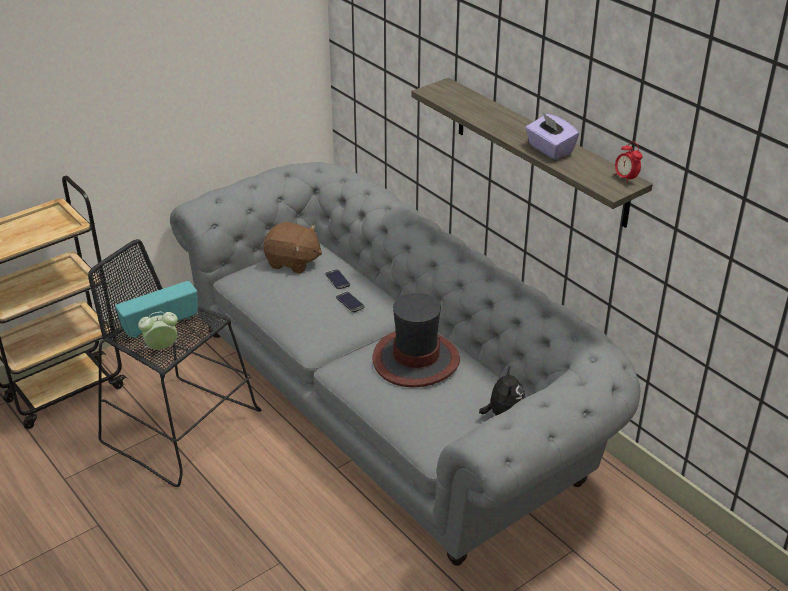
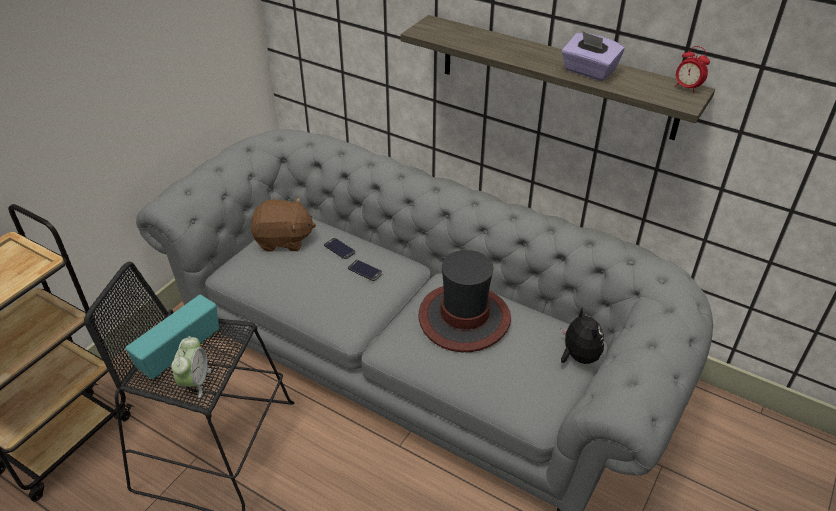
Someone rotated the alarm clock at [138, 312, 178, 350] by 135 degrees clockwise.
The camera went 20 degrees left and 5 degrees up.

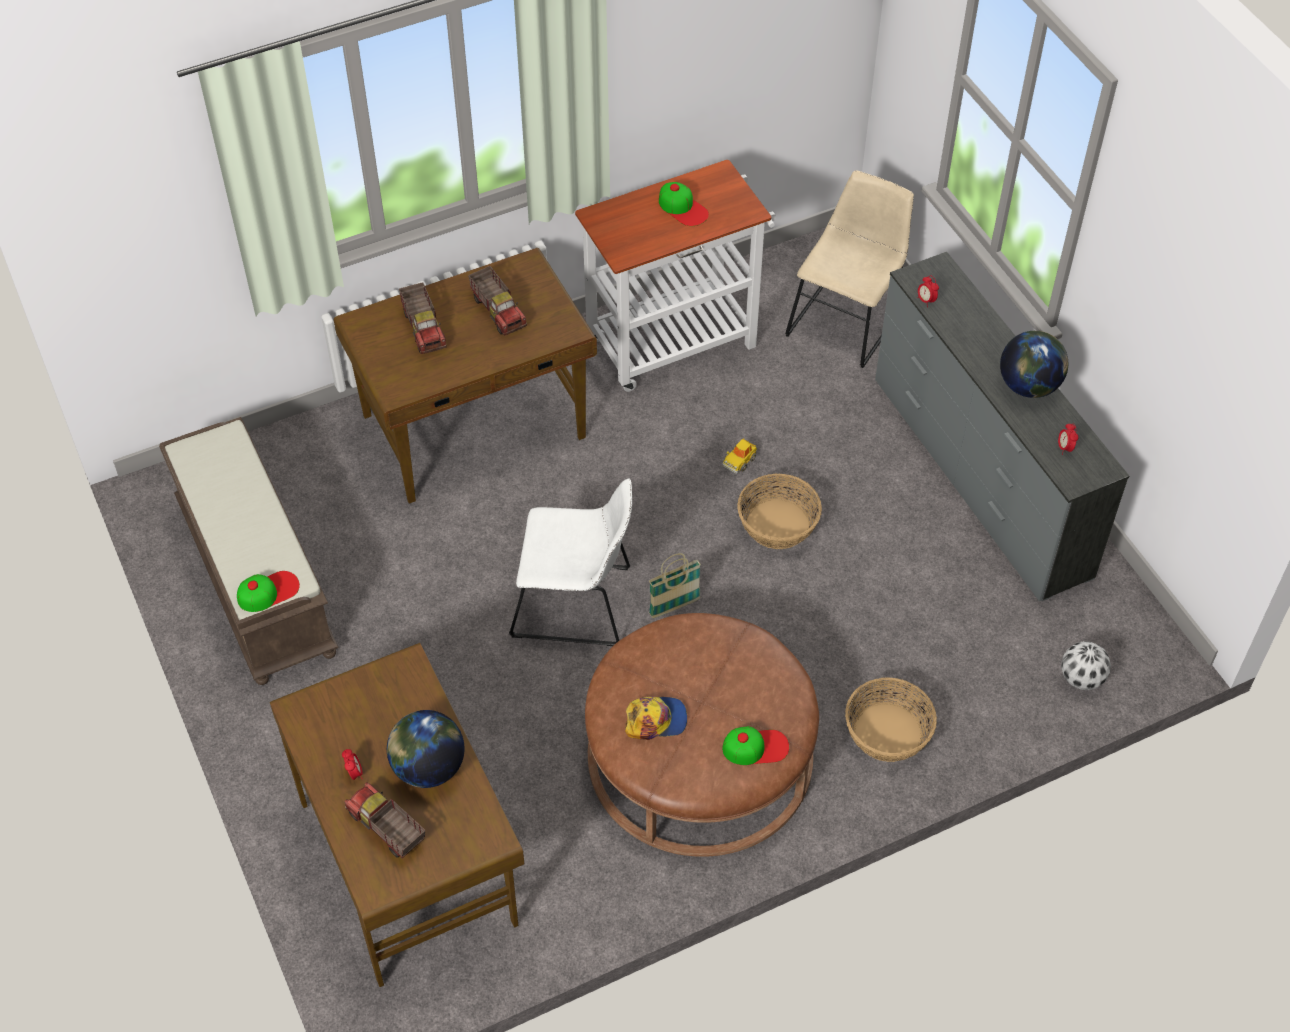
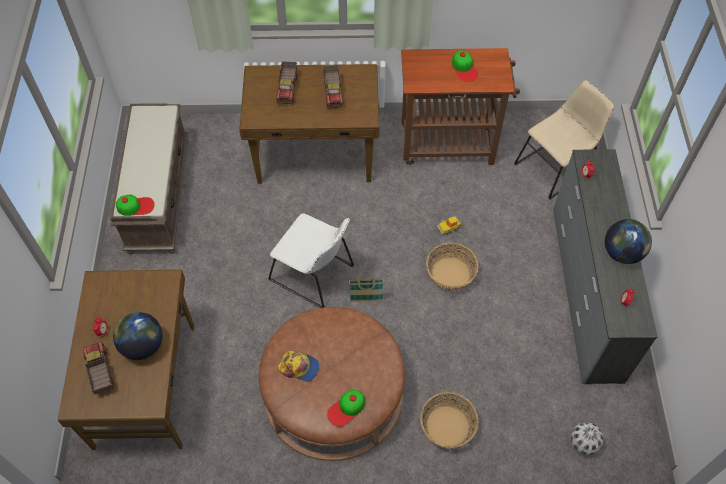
Someone repainted the white cart at [575, 160, 776, 392], which became the brown cart at [401, 48, 520, 165].
Someone rotated the cap at [722, 726, 789, 765] by 120 degrees clockwise.
The camera went 25 degrees right and 5 degrees up.

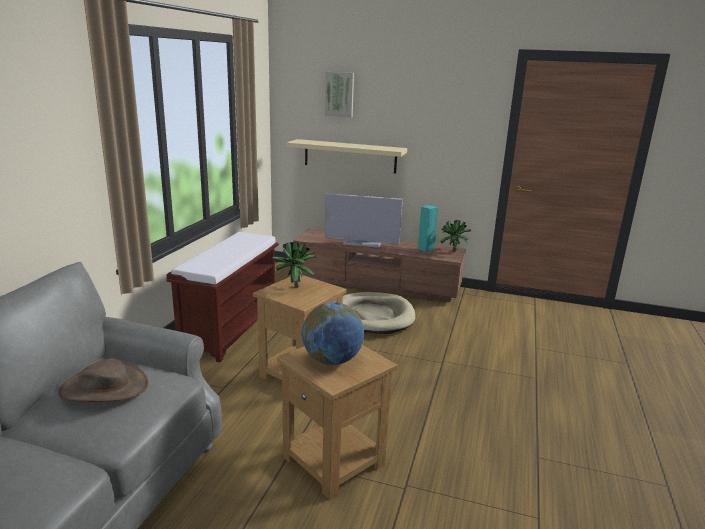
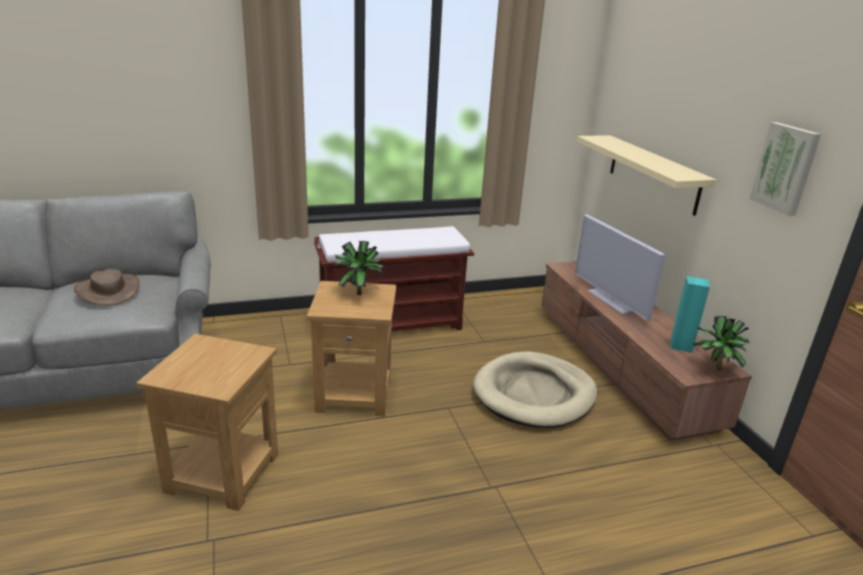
Someone carried the picture from [325, 72, 354, 118] to [749, 122, 821, 216].
Someone took away the globe at [302, 302, 364, 365].
The camera went 55 degrees right and 5 degrees up.

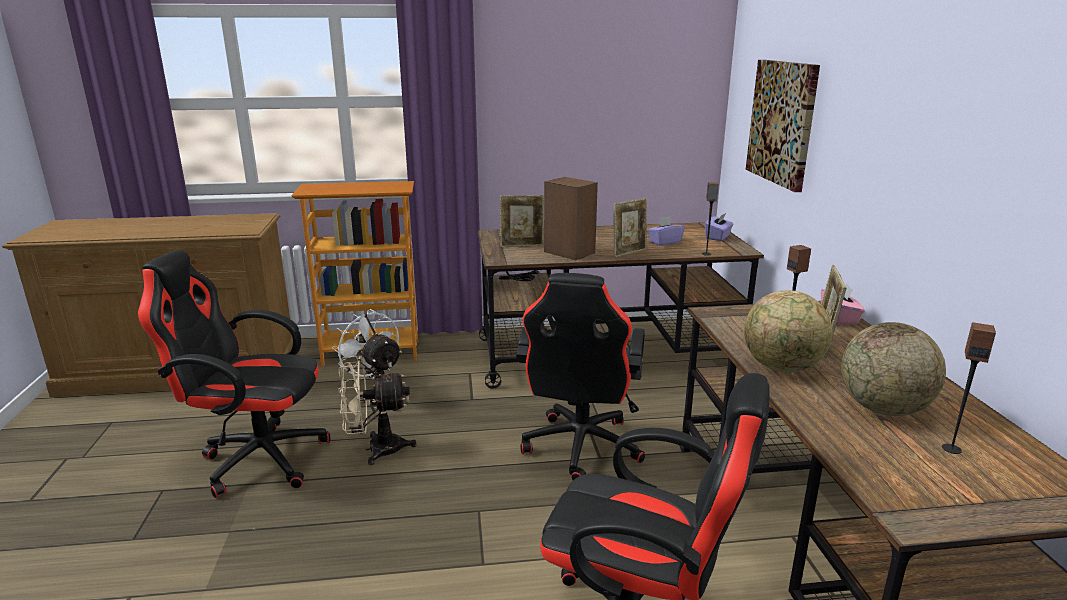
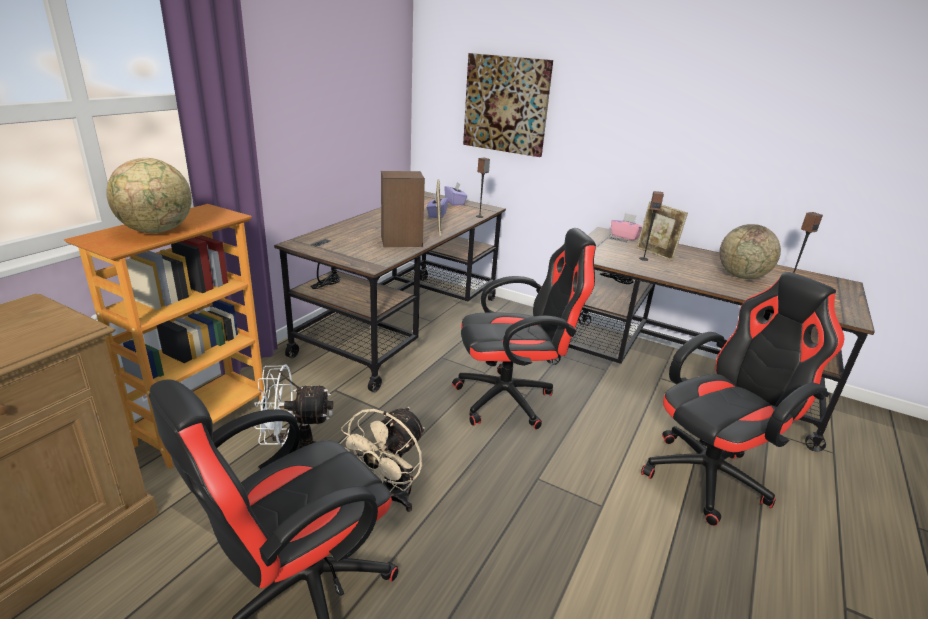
Someone took away the picture frame at [500, 195, 544, 247].
Someone rotated the black office chair at [516, 273, 645, 480] by 60 degrees counterclockwise.
Someone carried the globe from [744, 290, 832, 372] to [106, 158, 192, 233].
The camera went 55 degrees left and 5 degrees up.

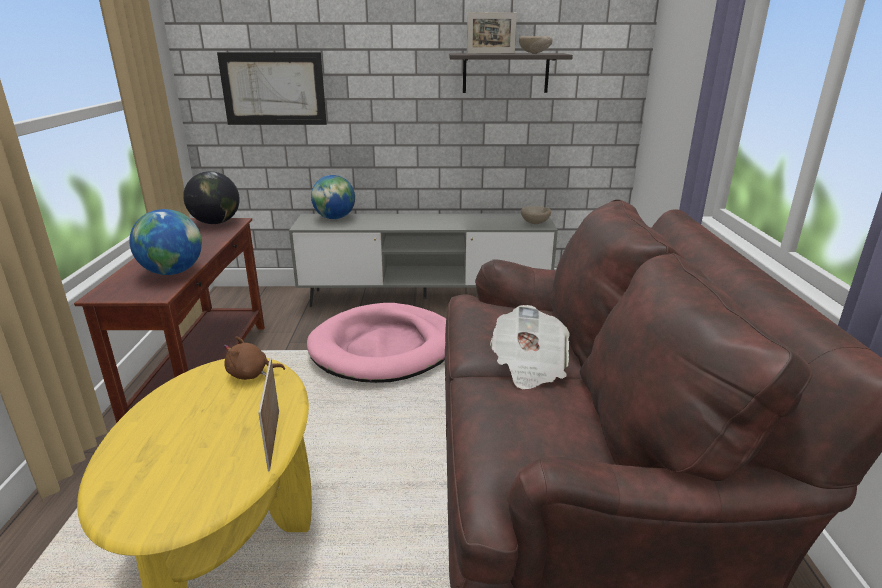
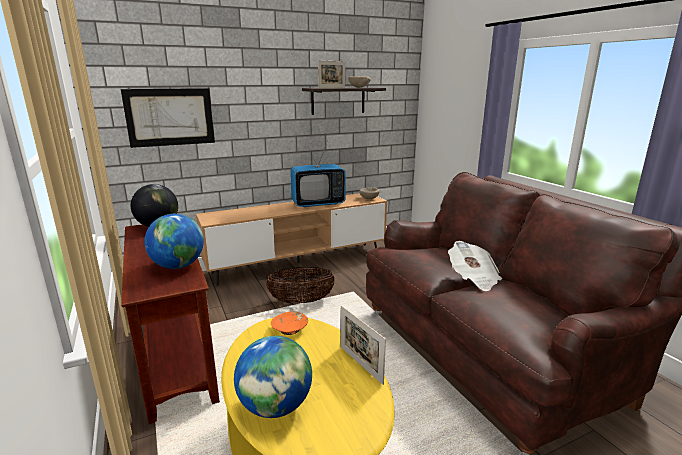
Someone carried the globe from [311, 175, 355, 219] to [234, 336, 312, 418].
Someone repainted the grey tv stand at [289, 214, 558, 307], which became the brown tv stand at [196, 193, 387, 286].
Someone swapped the pink dog bed at [307, 303, 446, 383] for the basket at [266, 267, 335, 304].
Someone swapped the brown plush toy at [224, 336, 285, 380] for the orange bowl at [271, 311, 308, 335].
Someone put down the television at [290, 140, 346, 207].
The camera went 25 degrees left and 5 degrees down.

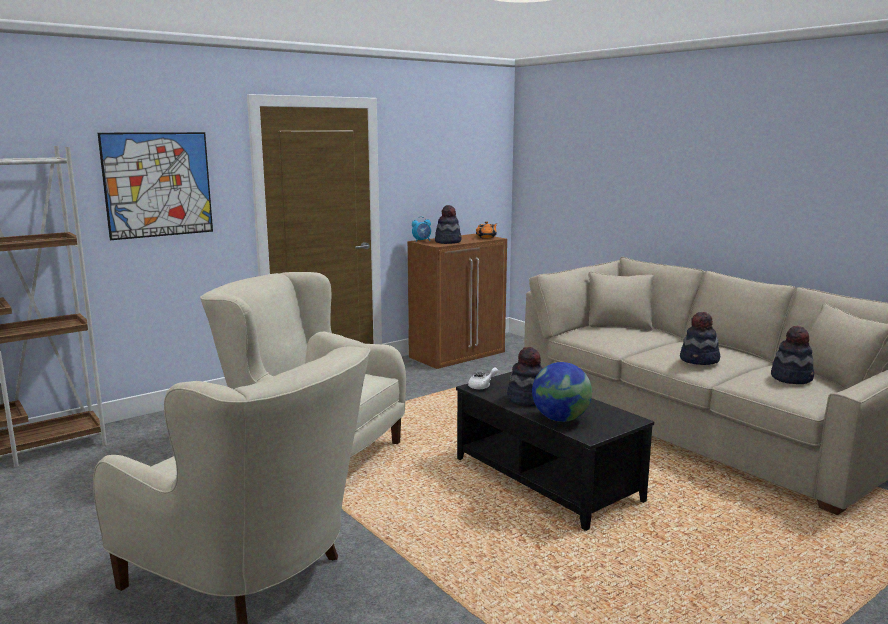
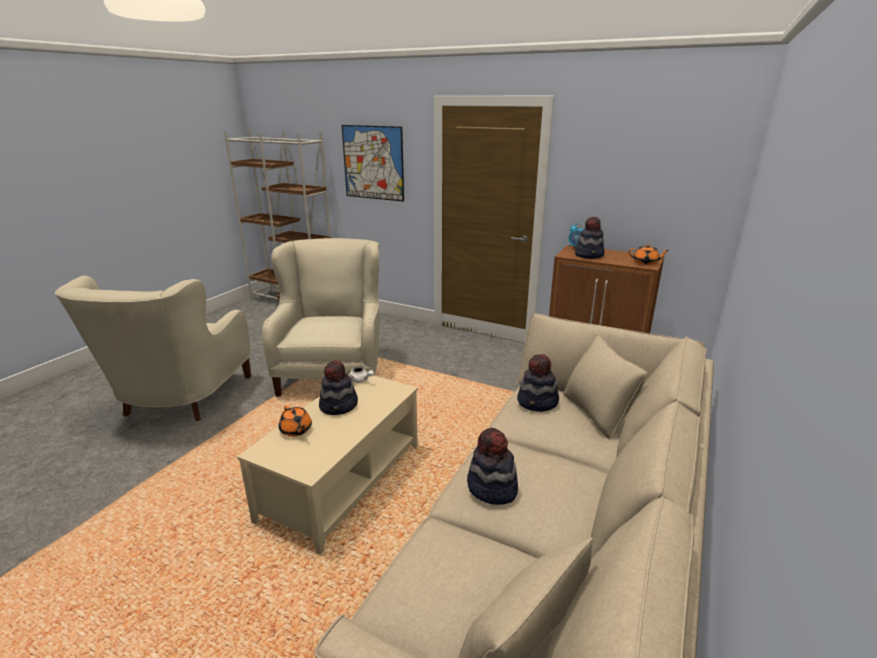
Someone carried the hat from [771, 326, 814, 384] to [517, 354, 559, 412].
Someone swapped the globe at [532, 362, 592, 422] for the orange teapot at [279, 406, 312, 437].
Someone repainted the black coffee table at [456, 372, 654, 531], which became the beige coffee table at [237, 375, 418, 555].
The camera went 65 degrees right and 10 degrees up.

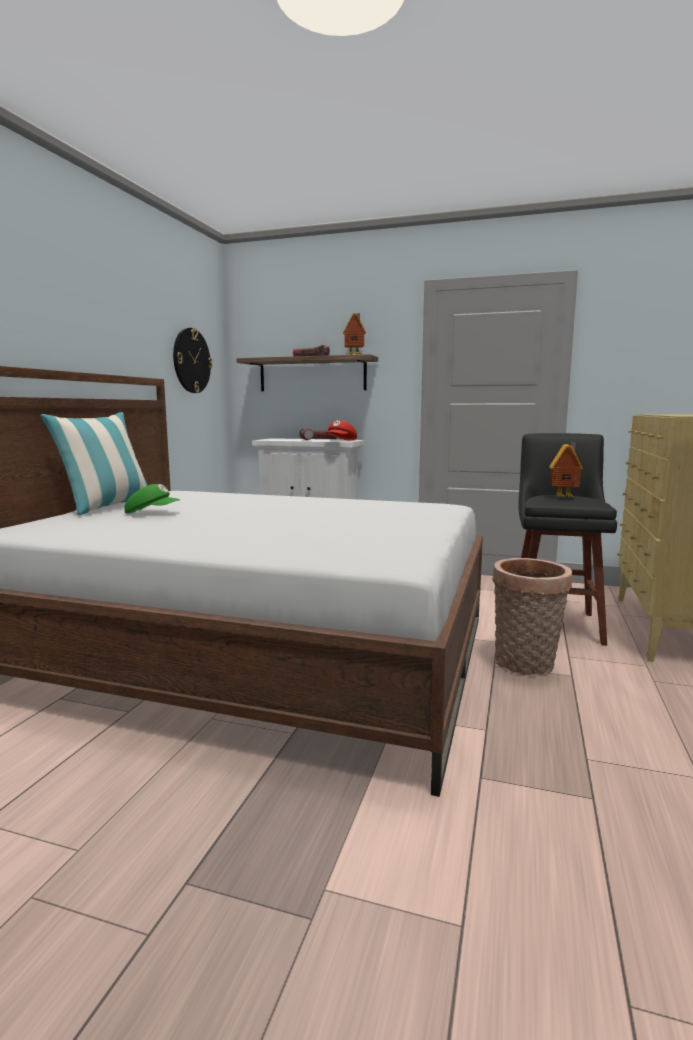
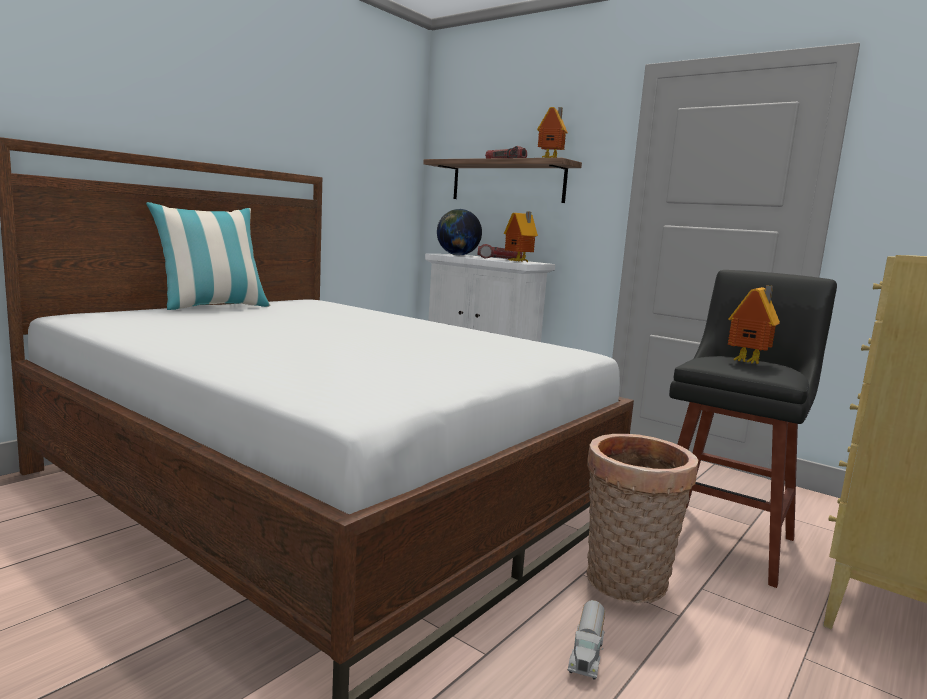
Someone took away the wall clock at [173, 328, 212, 393].
Someone swapped the red cap at [326, 420, 357, 440] for the toy house at [504, 211, 538, 262].
Someone took away the green cap at [124, 484, 180, 514].
Someone put down the globe at [437, 209, 482, 256].
Someone put down the toy truck at [568, 600, 605, 679].
The camera went 20 degrees right and 0 degrees up.

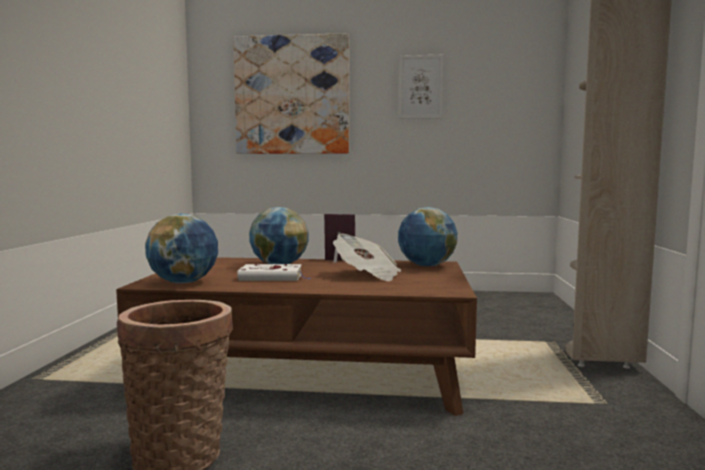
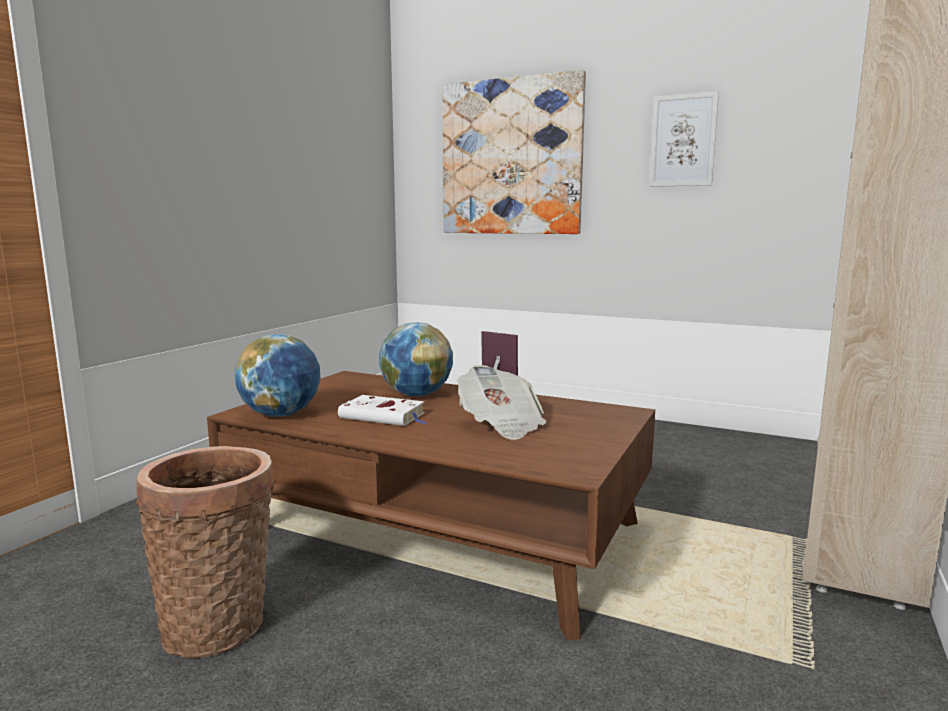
Someone took away the globe at [398, 207, 457, 266].
The camera went 20 degrees right and 5 degrees up.

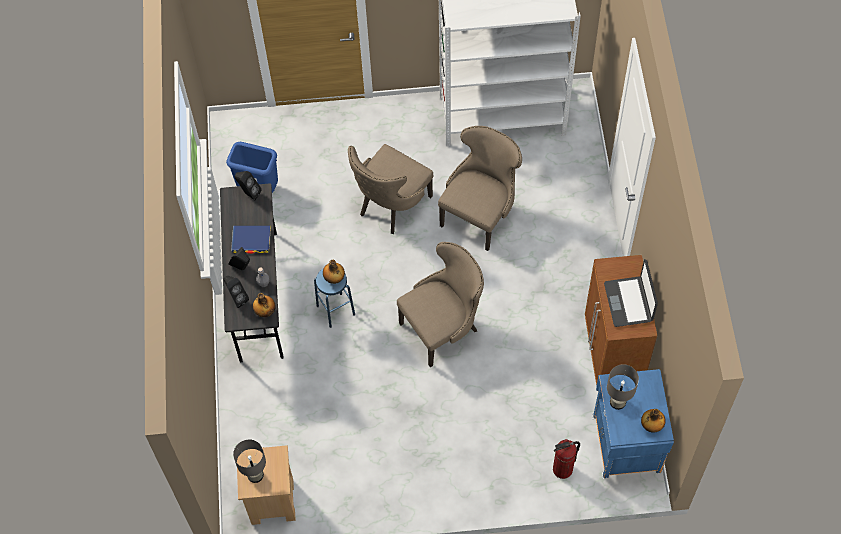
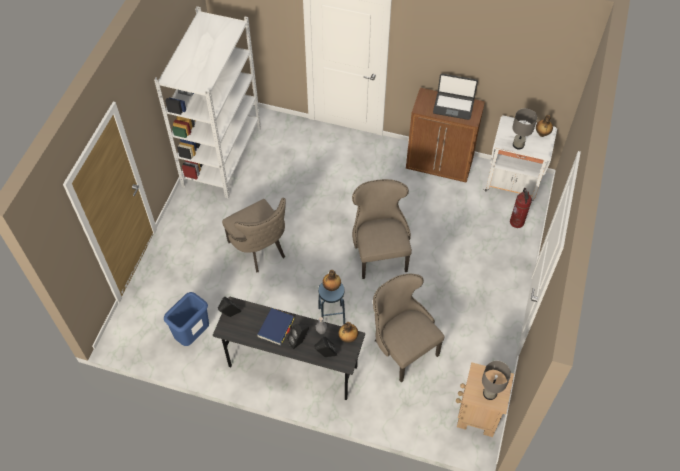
Someone carried the beige chair from [438, 126, 522, 251] to [373, 274, 445, 382].
Someone repainted the blue cart at [592, 369, 674, 479], which became the white cart at [483, 115, 557, 203].
The camera went 70 degrees left and 5 degrees down.

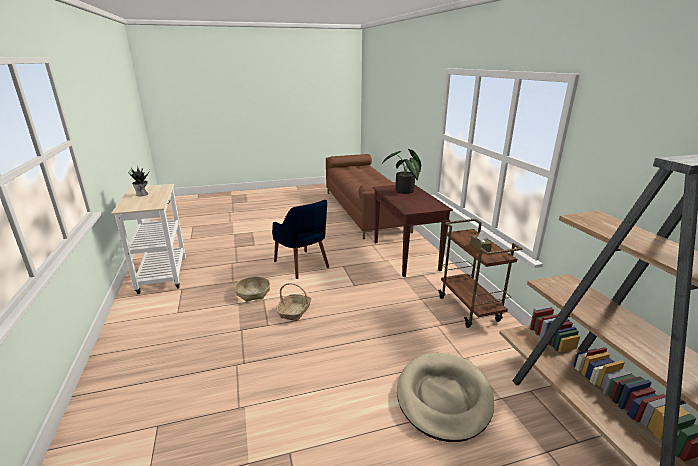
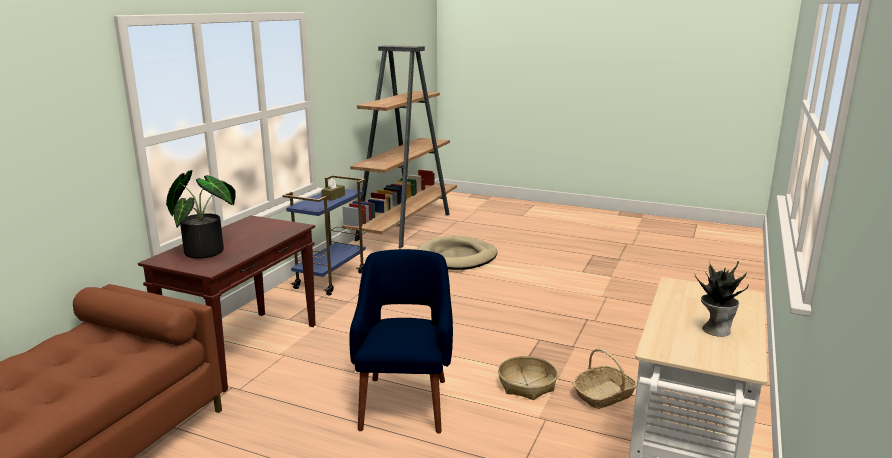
Someone repainted the brown cart at [438, 219, 523, 328], which became the blue cart at [282, 175, 366, 296].
Someone carried the basket from [276, 283, 312, 321] to [573, 348, 637, 409].
The camera went 140 degrees left and 5 degrees down.

